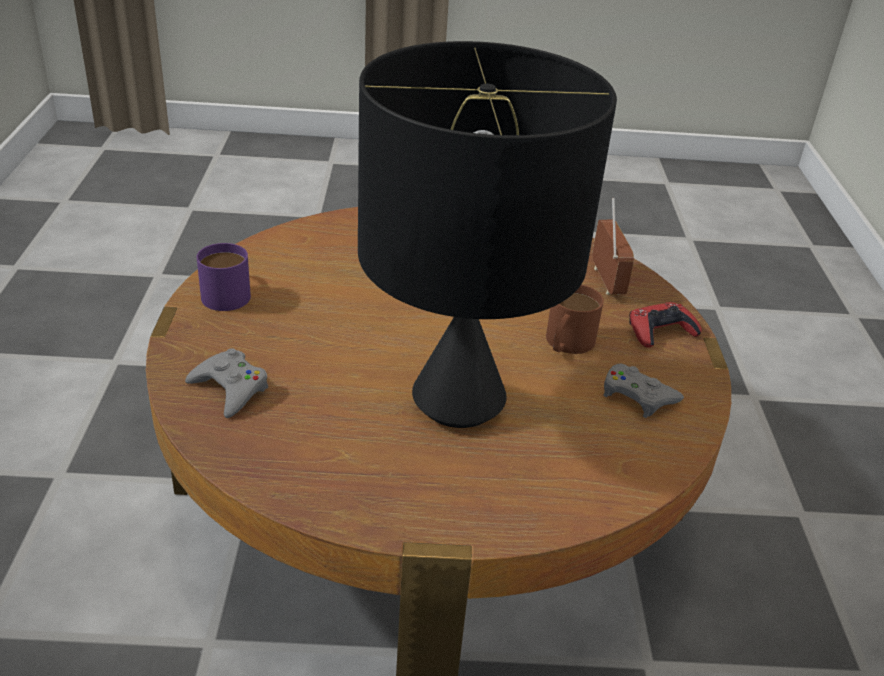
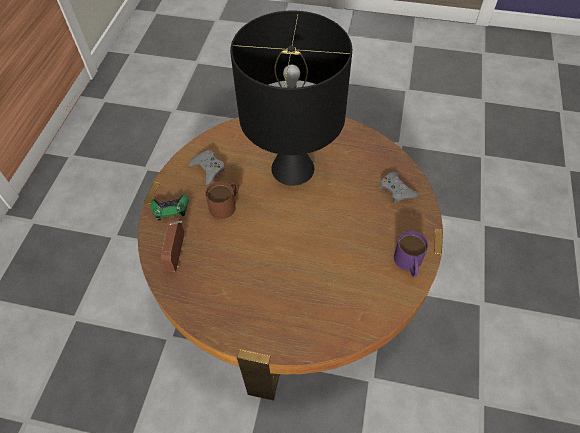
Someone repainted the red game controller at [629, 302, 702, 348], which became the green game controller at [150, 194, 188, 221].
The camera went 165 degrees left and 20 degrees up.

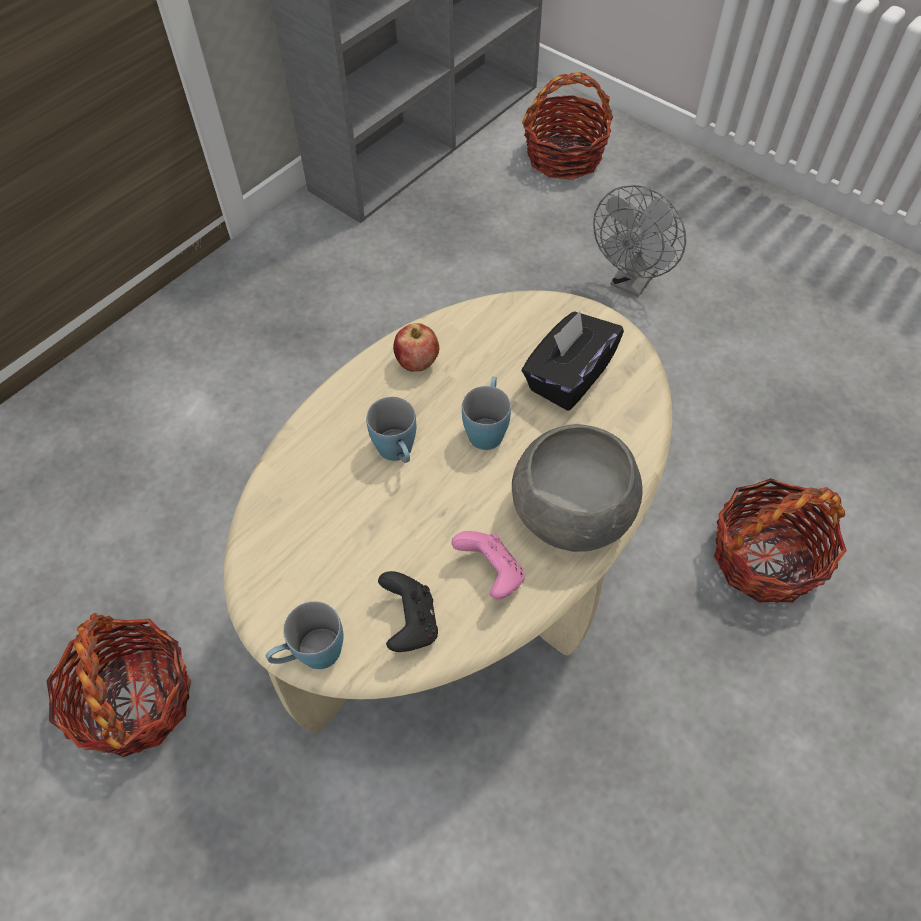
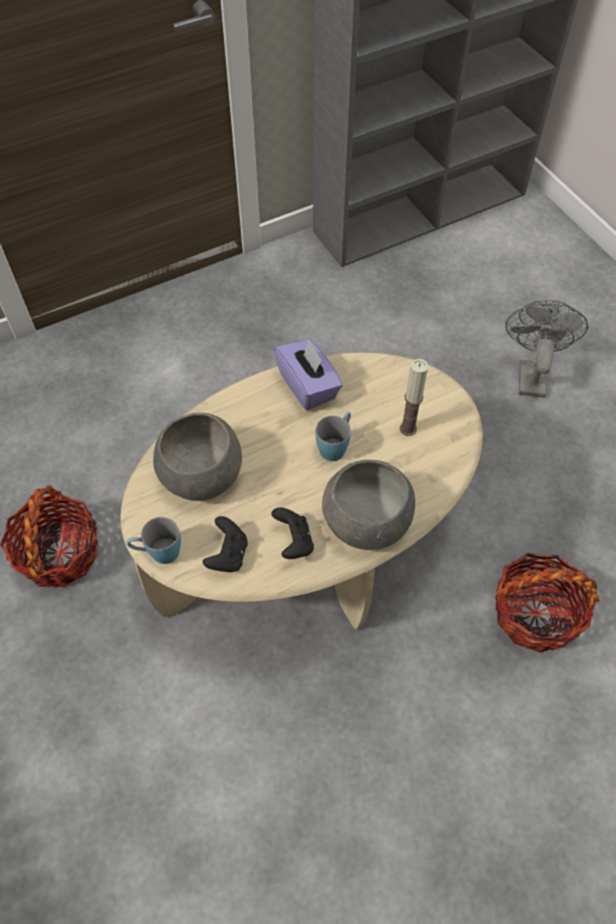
Someone took away the basket at [522, 72, 613, 180].
Someone rotated the grey fan at [593, 185, 686, 297] by 135 degrees clockwise.
Someone swapped the black tissue box at [522, 311, 624, 411] for the candle at [400, 359, 428, 436].
Someone swapped the apple at [393, 323, 439, 371] for the purple tissue box at [274, 340, 343, 411].
Someone took away the blue mug at [366, 397, 416, 463].
Someone repainted the pink game controller at [452, 531, 525, 599], which became the black game controller at [271, 507, 314, 559].
Someone put down the grey bowl at [153, 413, 242, 501].
The camera went 20 degrees right and 0 degrees up.

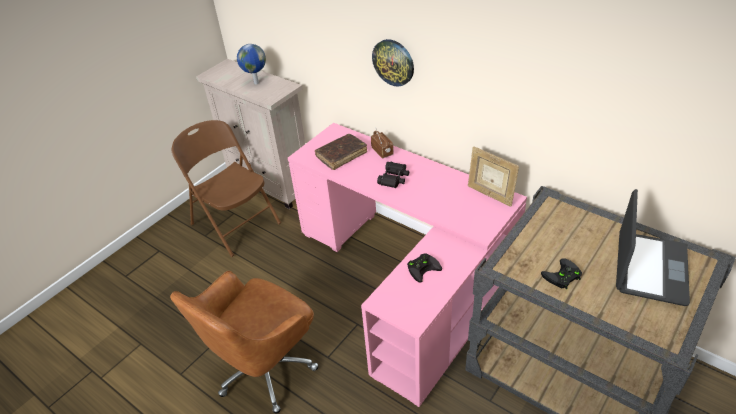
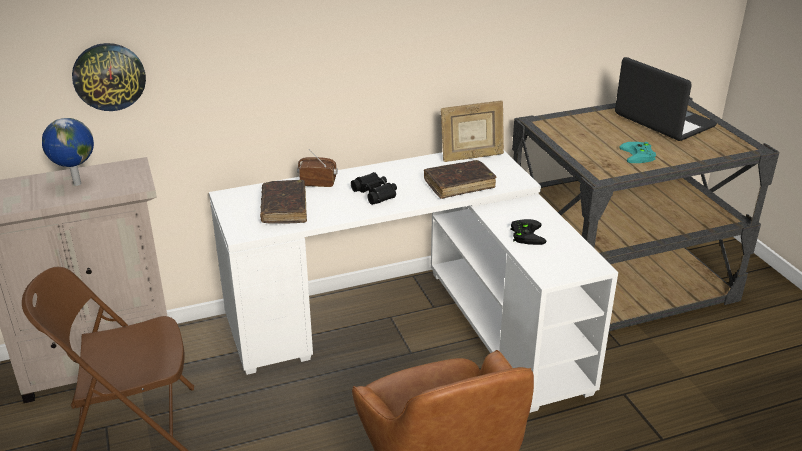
Someone carried the wall clock from [372, 39, 414, 87] to [72, 43, 146, 111].
Someone repainted the pink desk at [288, 123, 527, 407], which became the white desk at [209, 151, 618, 413].
Someone repainted the black game controller at [541, 258, 582, 289], which became the turquoise game controller at [619, 142, 656, 163].
Someone put down the brown book at [424, 160, 497, 199].
The camera went 60 degrees left and 10 degrees down.

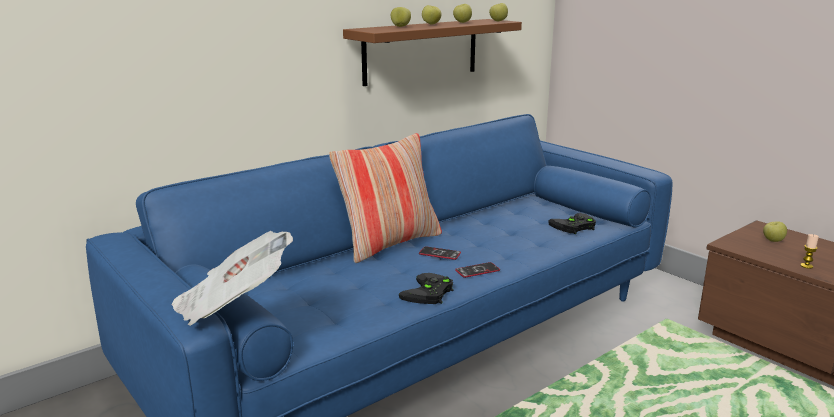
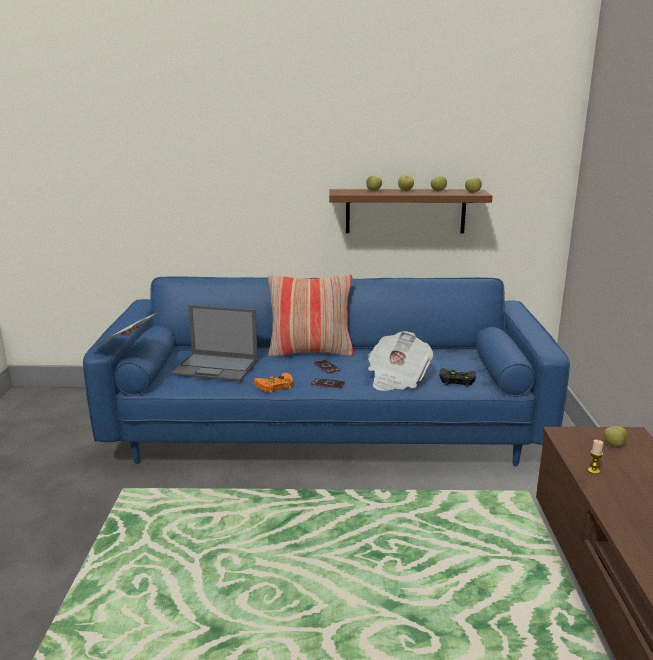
Someone repainted the black game controller at [399, 273, 454, 304], which became the orange game controller at [254, 373, 293, 393].
Someone put down the laptop at [171, 305, 258, 382].
Someone put down the newspaper at [368, 331, 433, 391].
The camera went 40 degrees right and 0 degrees up.

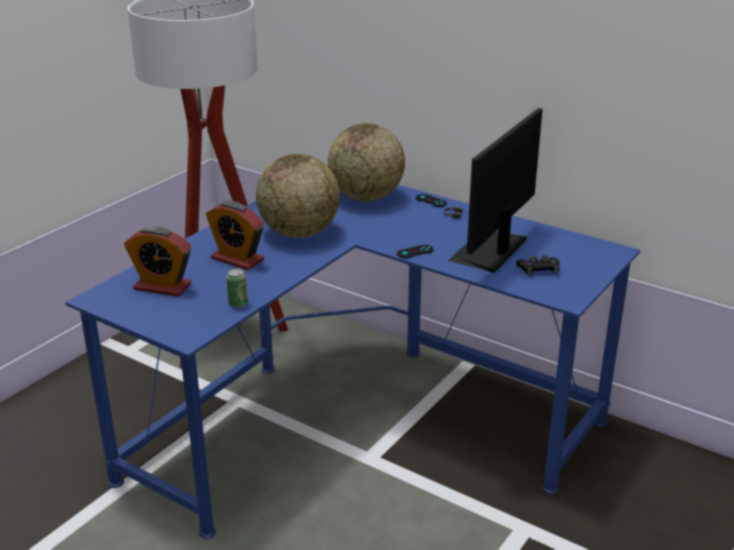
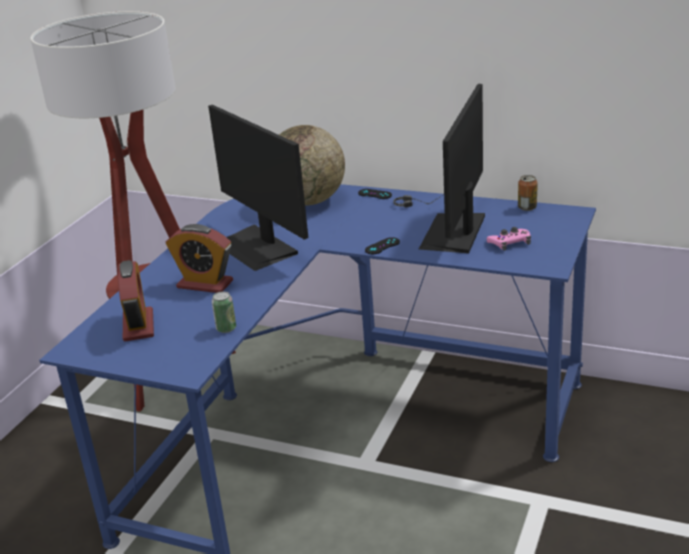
Someone swapped the globe at [256, 154, 340, 238] for the monitor at [208, 105, 308, 271].
Someone rotated the alarm clock at [124, 226, 191, 297] by 105 degrees counterclockwise.
Someone repainted the black game controller at [516, 255, 560, 276], which became the pink game controller at [487, 227, 531, 251].
Someone put down the can at [518, 175, 538, 211].
The camera went 10 degrees left and 0 degrees up.

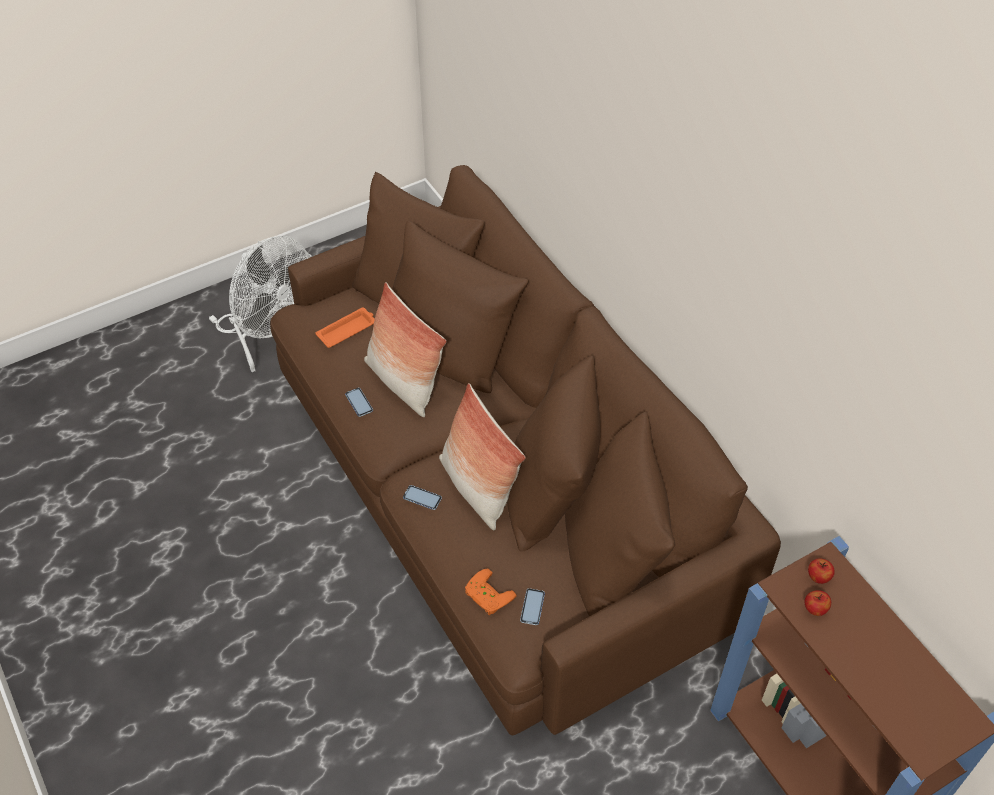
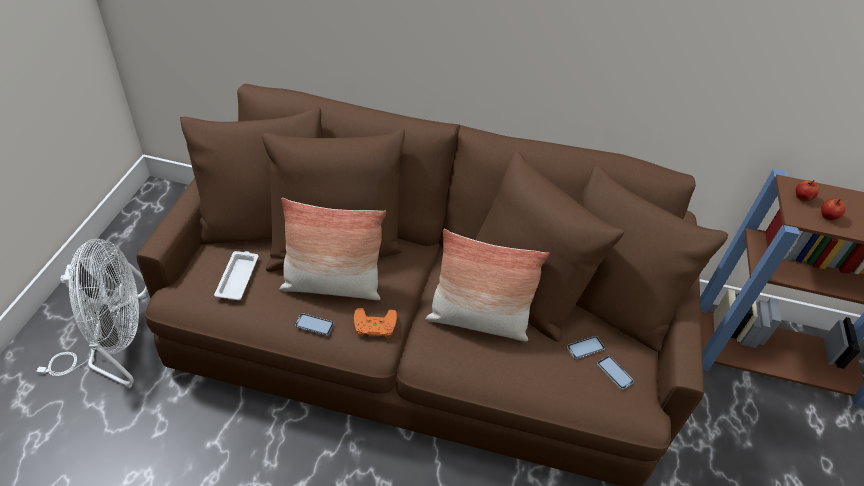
Someone repainted the orange tray at [316, 308, 375, 348], which became the white tray at [214, 251, 258, 300].
Someone carried the phone from [403, 485, 442, 510] to [567, 336, 605, 359].
Someone carried the orange game controller from [465, 569, 517, 615] to [354, 308, 397, 338].
The camera went 50 degrees left and 5 degrees down.

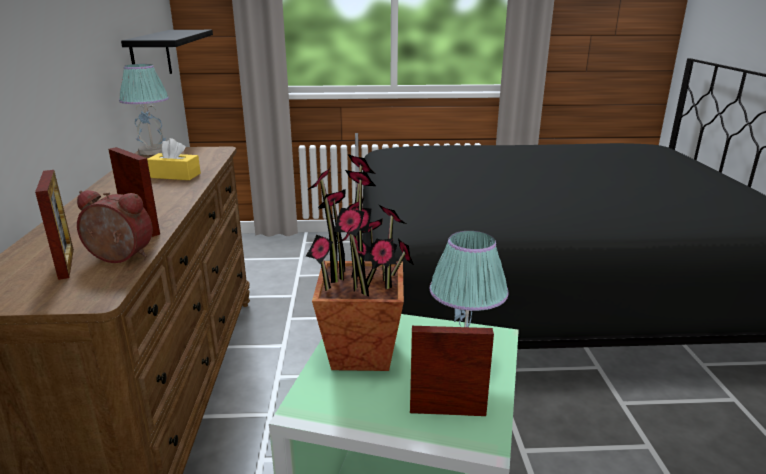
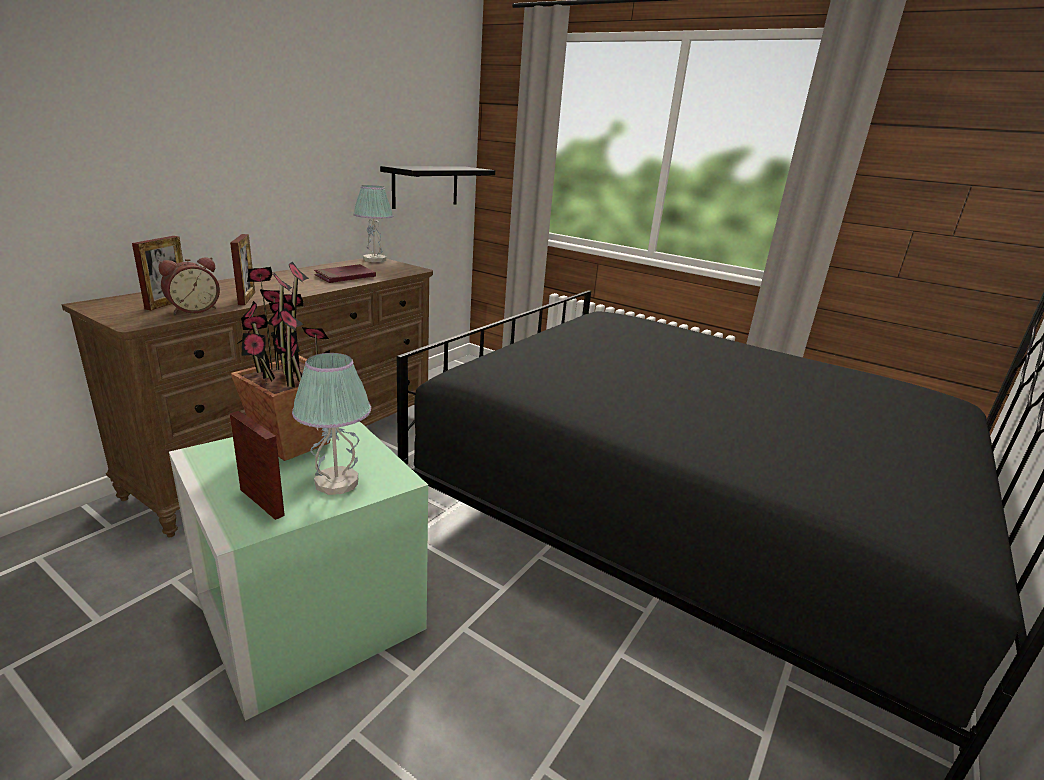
Someone swapped the yellow tissue box at [147, 138, 201, 180] for the red book at [314, 264, 376, 283].
Someone rotated the alarm clock at [77, 190, 153, 263] by 90 degrees clockwise.
The camera went 35 degrees right and 0 degrees up.

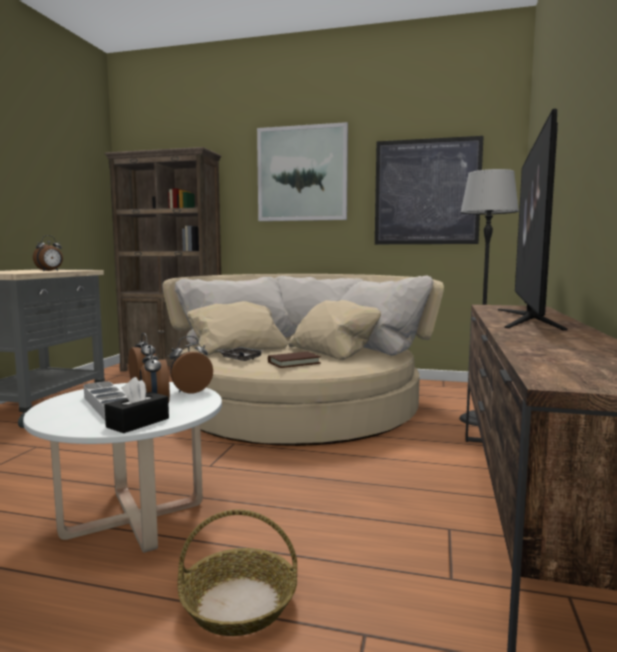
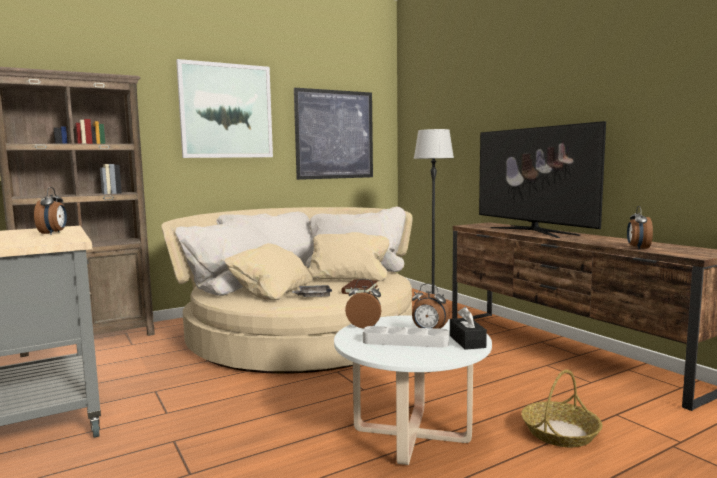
Someone carried the alarm clock from [170, 336, 213, 393] to [627, 206, 653, 250].
The camera went 45 degrees left and 0 degrees up.

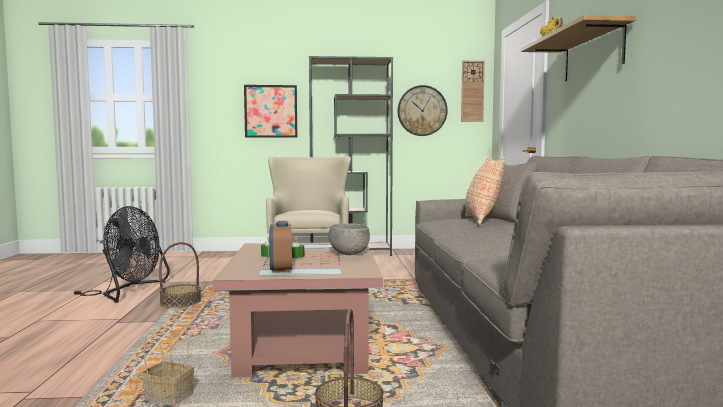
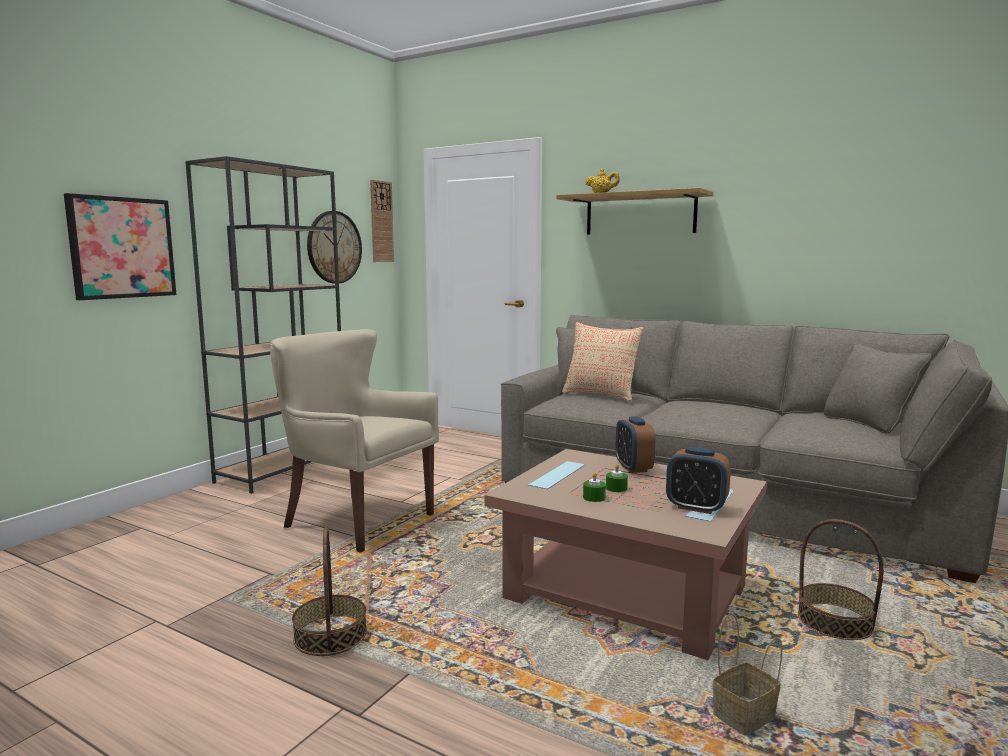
Someone took away the black fan at [74, 206, 170, 303].
Someone swapped the grey bowl at [328, 223, 370, 255] for the alarm clock at [615, 416, 655, 473].
The camera went 55 degrees left and 5 degrees up.

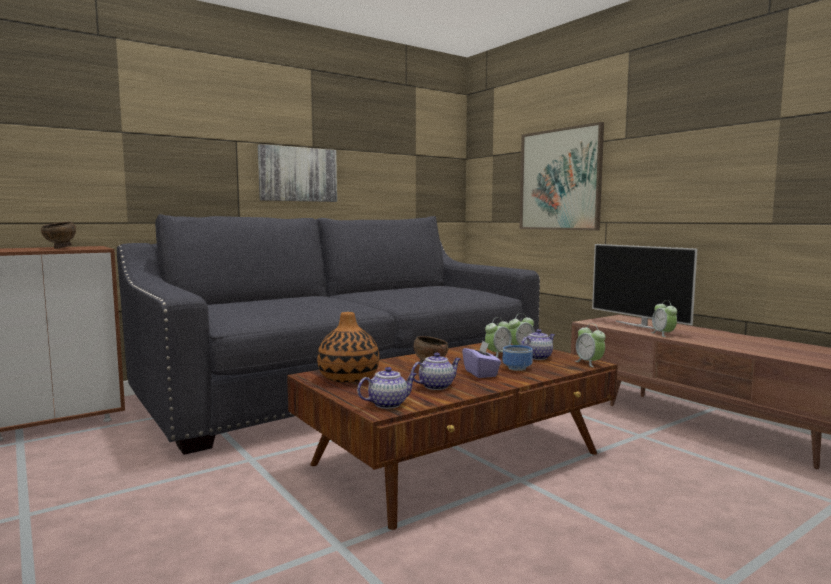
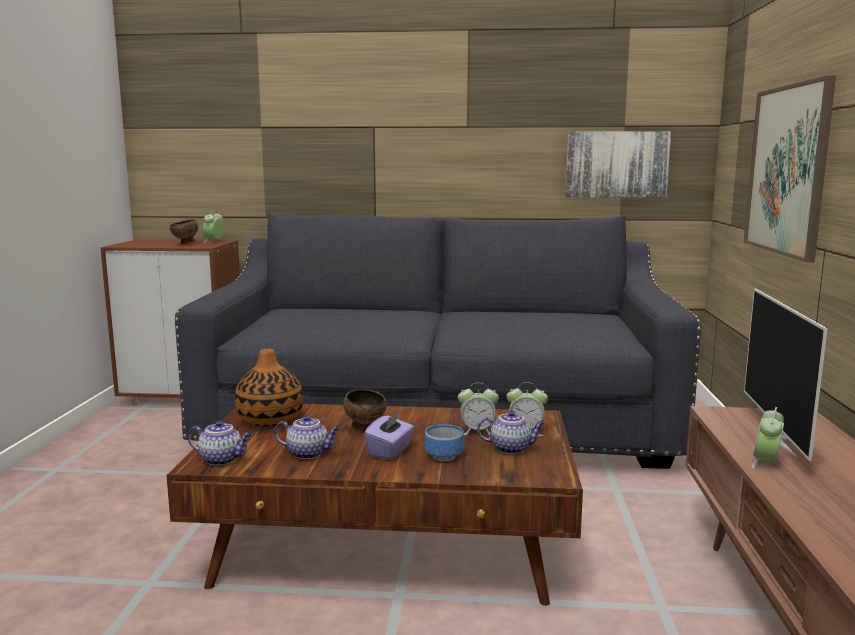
Someone carried the picture from [258, 144, 337, 202] to [565, 131, 671, 198].
Someone carried the alarm clock from [575, 324, 605, 367] to [203, 210, 224, 243].
The camera went 40 degrees right and 5 degrees up.

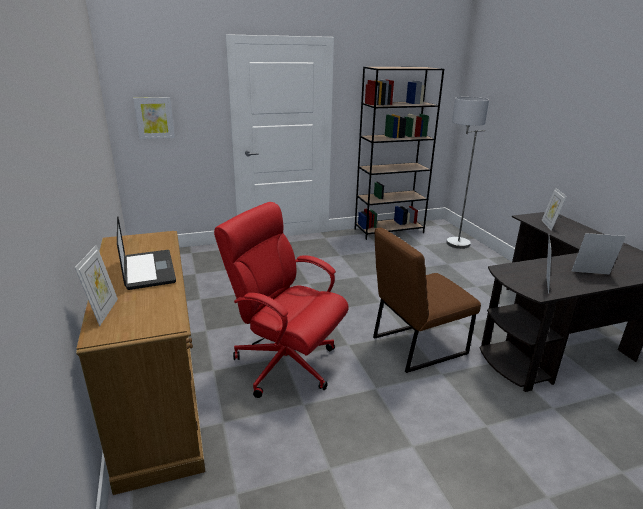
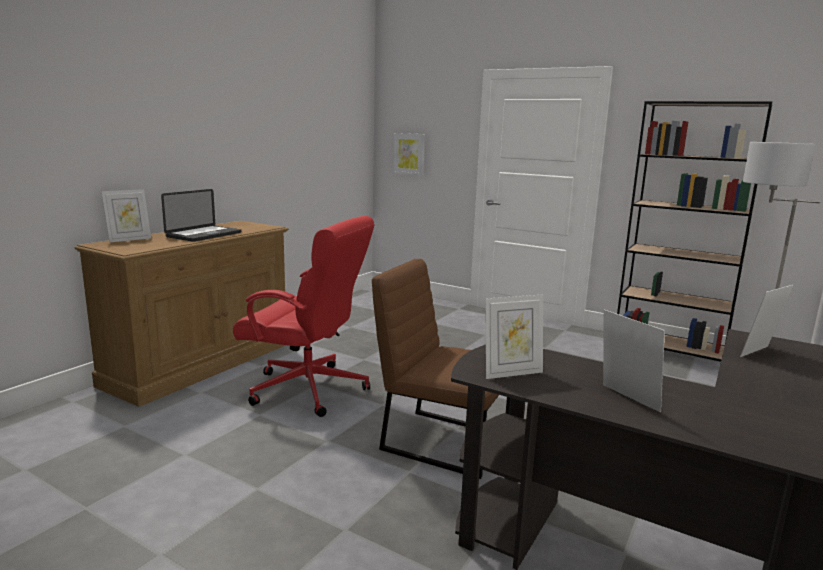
Someone rotated the red office chair at [214, 202, 349, 398] by 120 degrees clockwise.
The camera went 50 degrees right and 10 degrees down.

